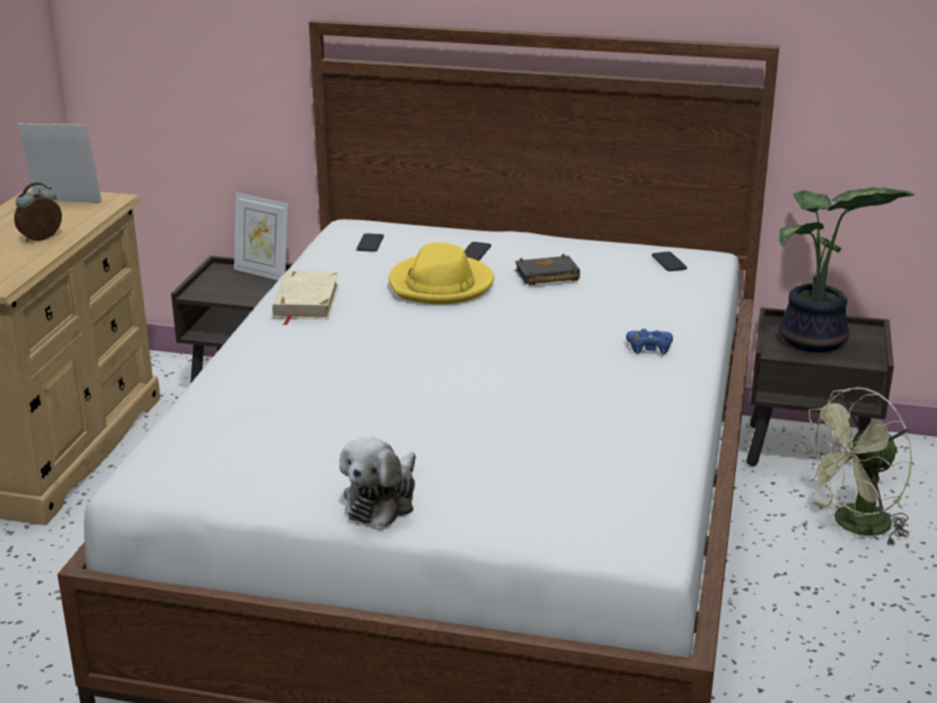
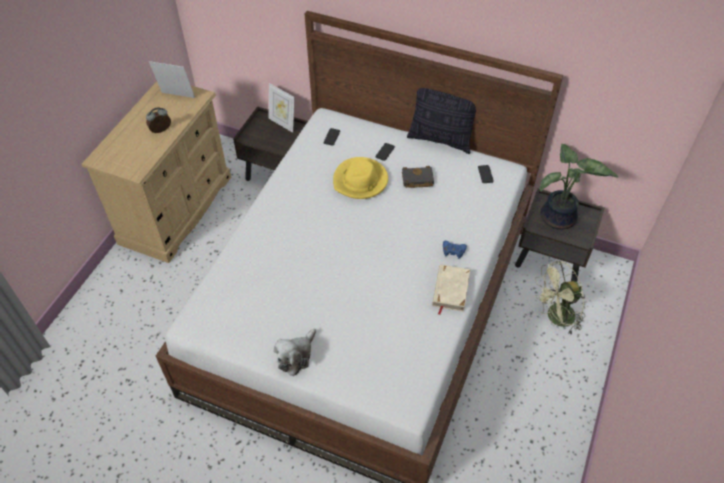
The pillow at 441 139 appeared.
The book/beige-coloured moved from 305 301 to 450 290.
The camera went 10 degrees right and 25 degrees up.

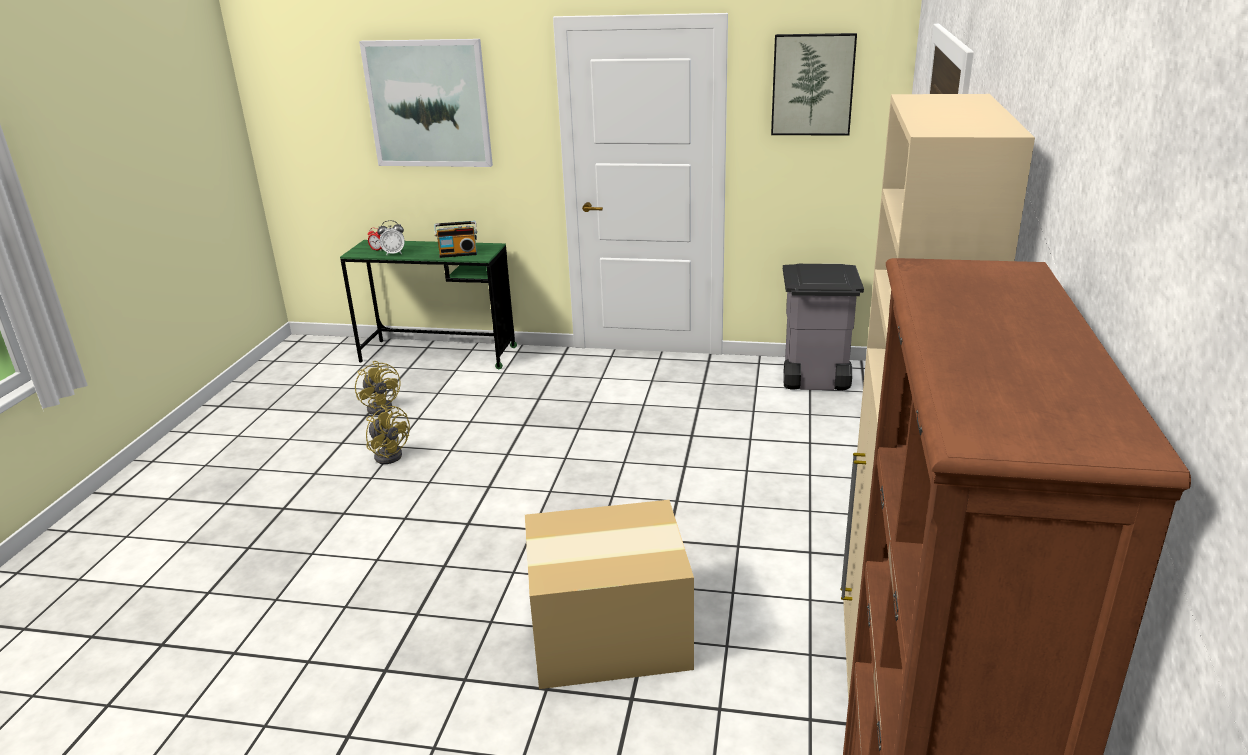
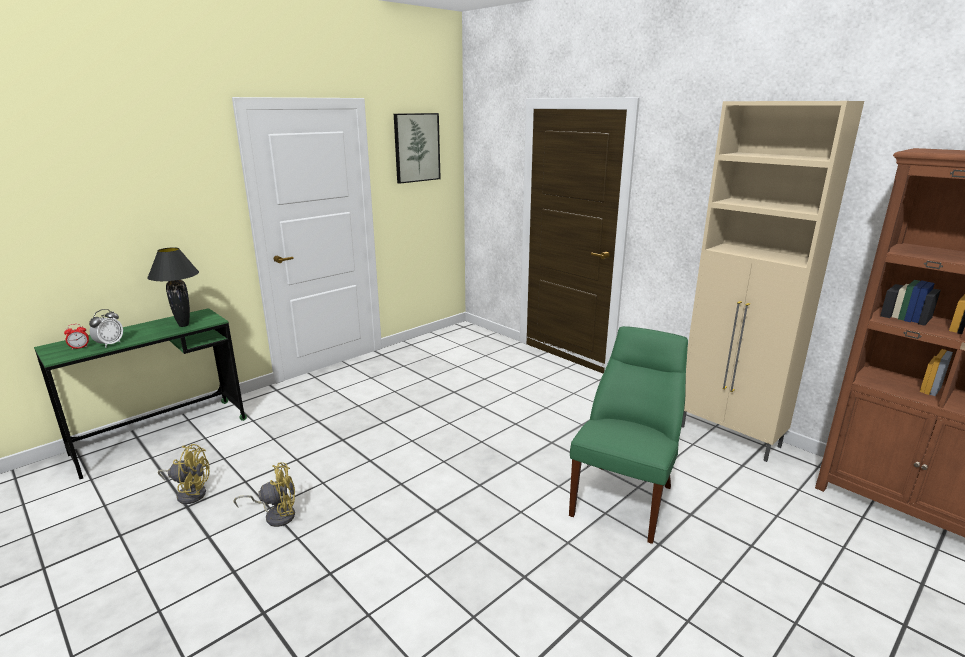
The radio set at 458 254 was replaced by the table lamp/black-coloured at 184 325.
The carton at 611 634 was replaced by the upright chair/green-coloured at 624 497.
The picture at 428 104 disappeared.
The waste bin/grey at 813 380 disappeared.
The camera went 55 degrees left and 5 degrees down.

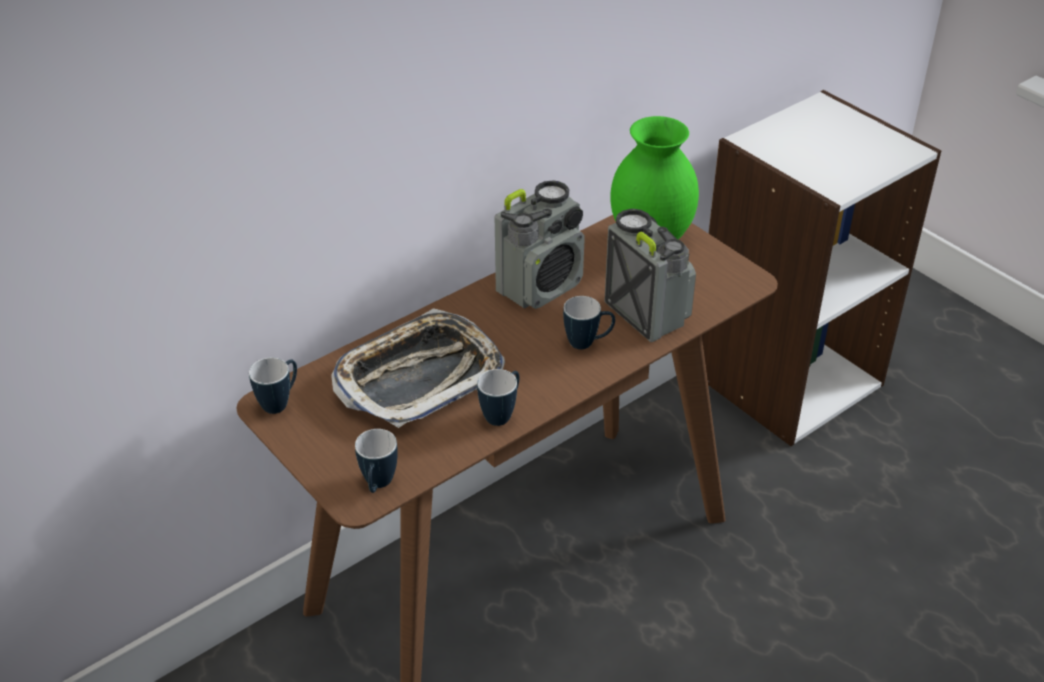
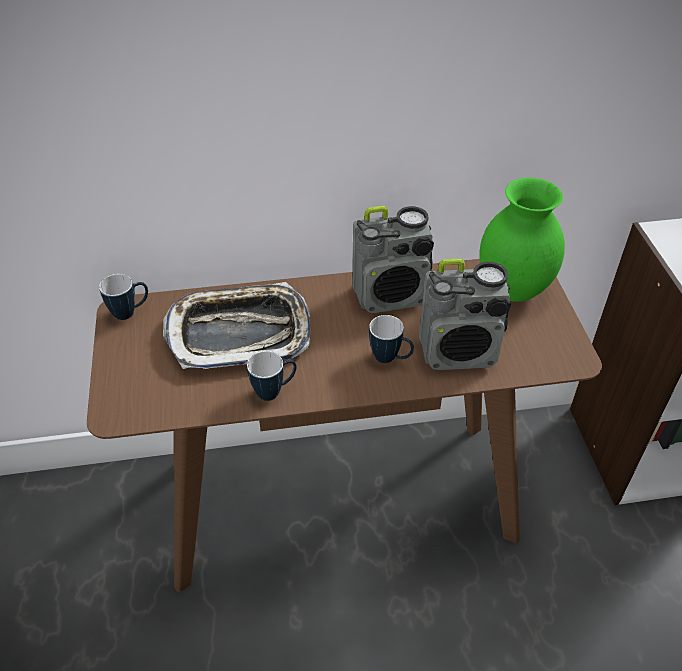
The radio set at 646 313 turned 90 degrees clockwise.
The mug at 378 486 disappeared.
The camera went 30 degrees right and 5 degrees up.

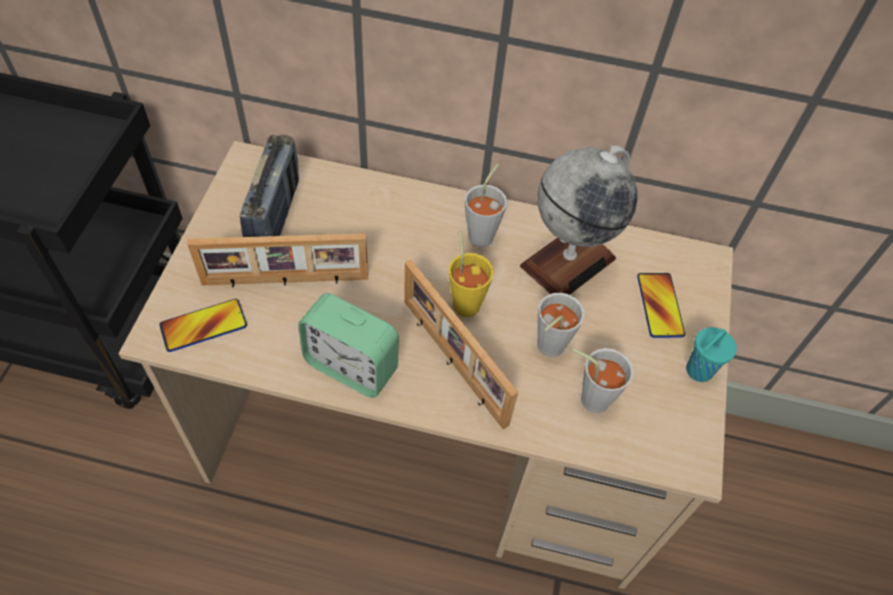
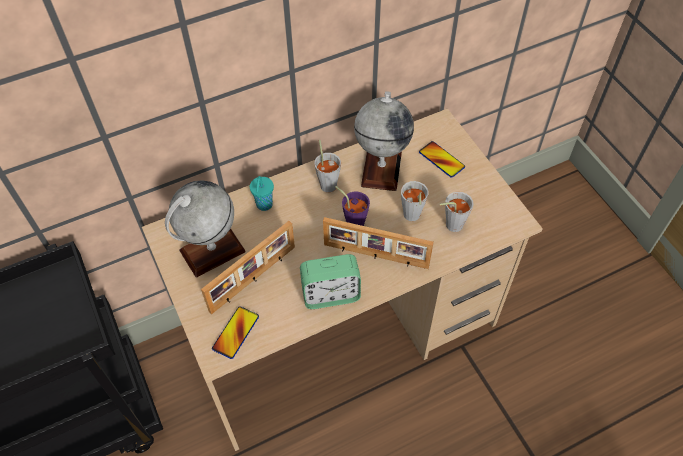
The radio set at 275 217 was replaced by the world globe at 212 251.
The cup/turquoise moved from 697 371 to 264 205.
The cup/yellow-coloured at 465 300 became the cup/purple-coloured at 352 222.
The camera went 35 degrees left and 0 degrees up.

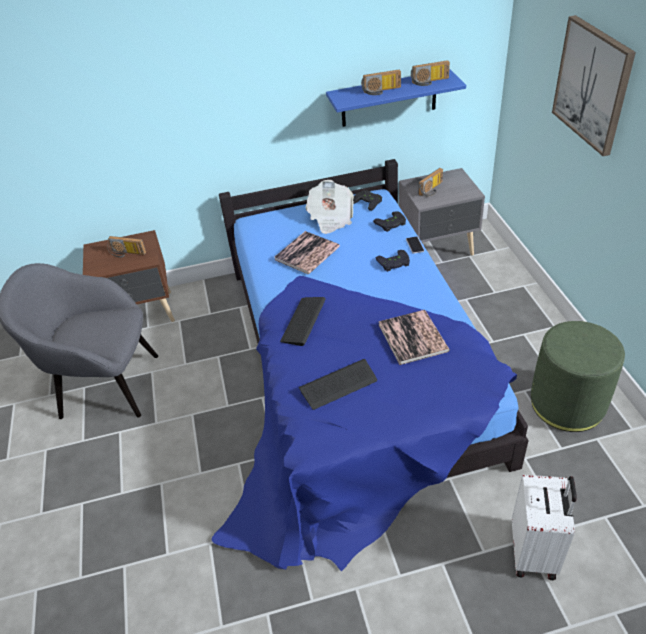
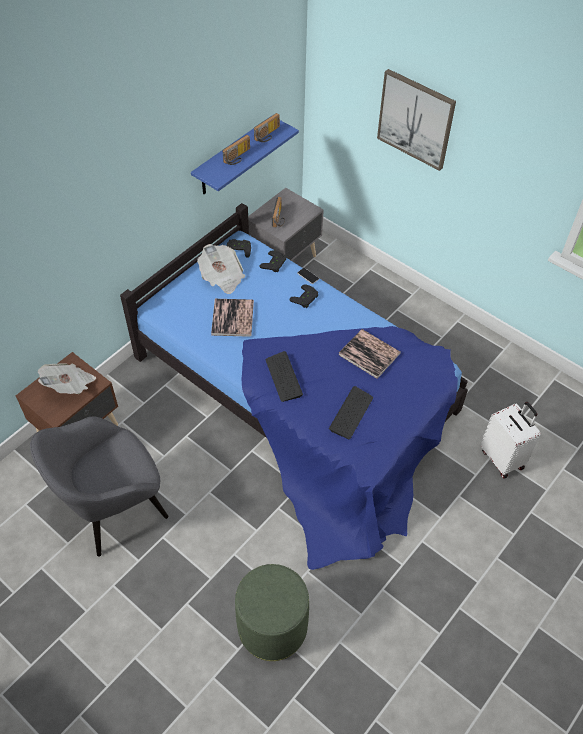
The radio set at 126 254 was replaced by the printed paper at 70 386.
The ottoman/green-coloured moved from 567 403 to 272 627.
The camera went 40 degrees left and 10 degrees up.

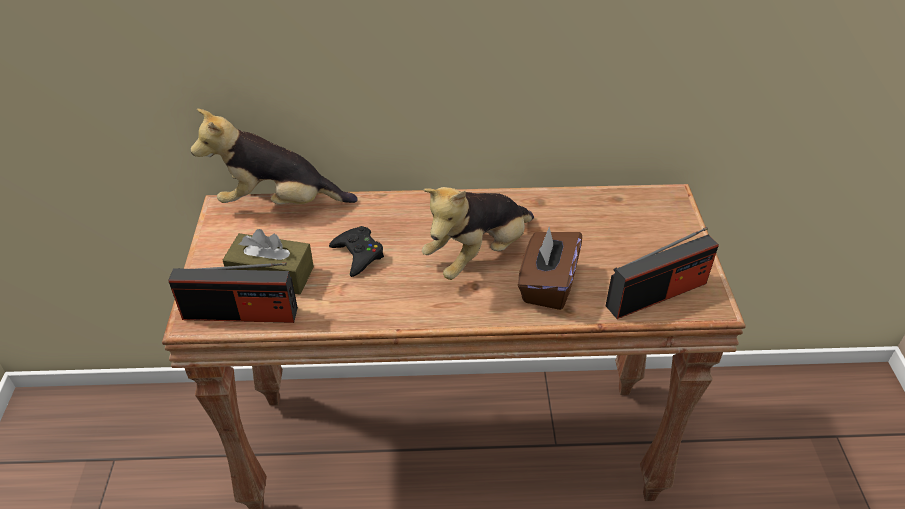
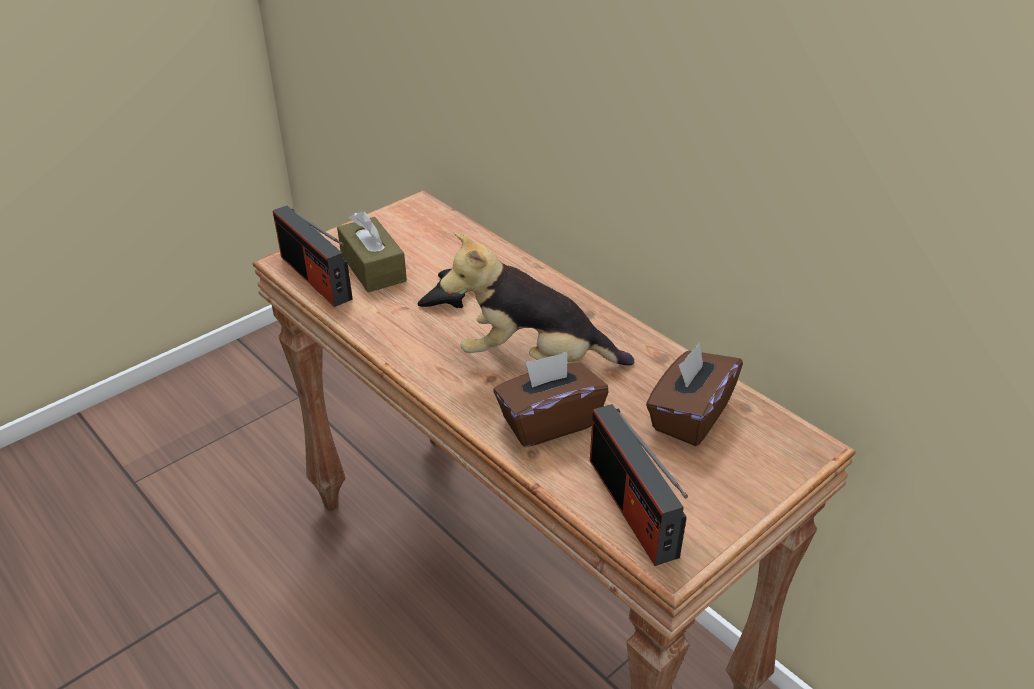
The radio set at 657 294 turned 45 degrees clockwise.
The tissue box/brown at 689 416 appeared.
The soft toy at 279 203 disappeared.
The camera went 50 degrees right and 5 degrees down.

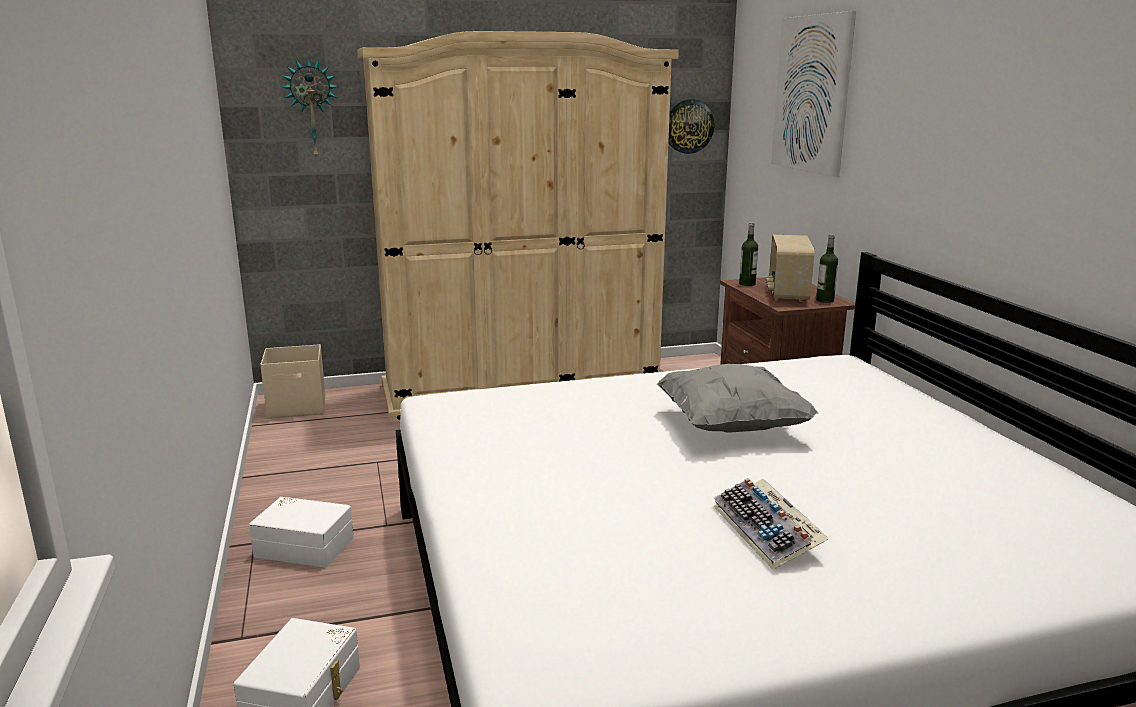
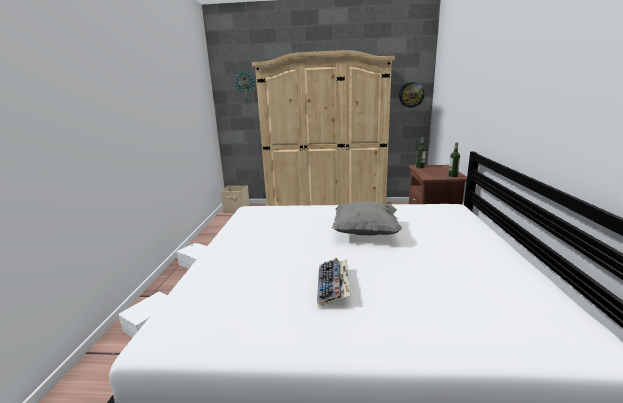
The radio set at 786 294 disappeared.
The picture at 811 94 disappeared.
The camera went 20 degrees right and 0 degrees up.

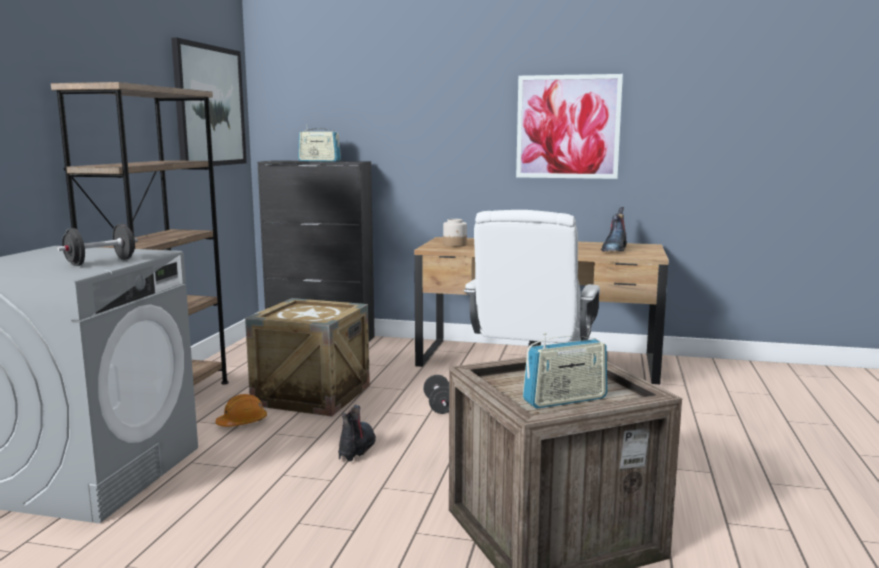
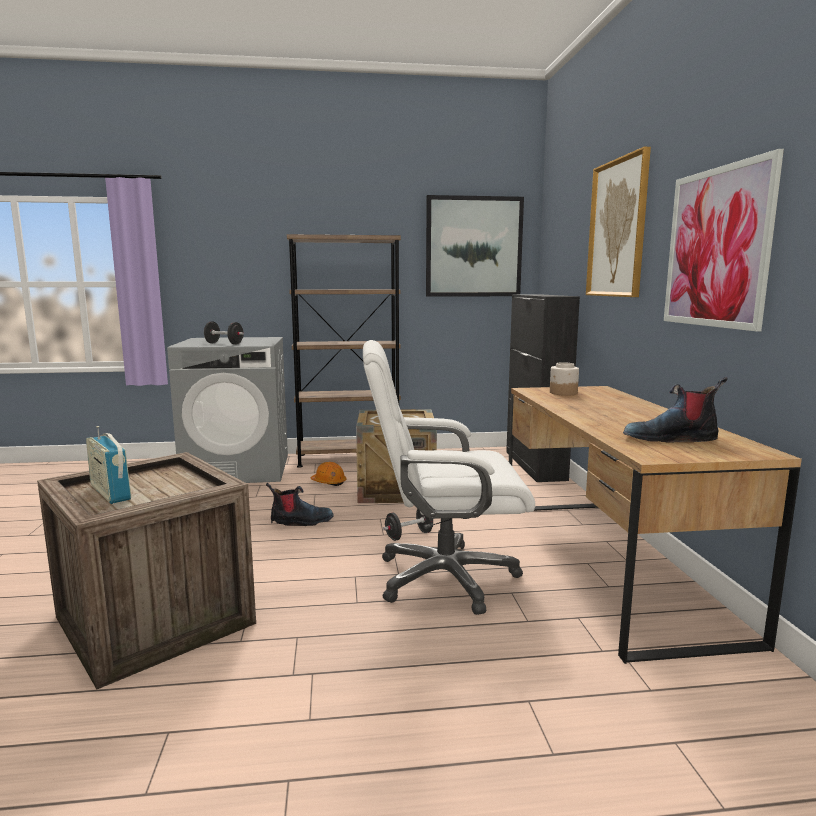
The picture at 617 229 appeared.
The radio set at 319 161 disappeared.
The camera went 70 degrees right and 0 degrees up.

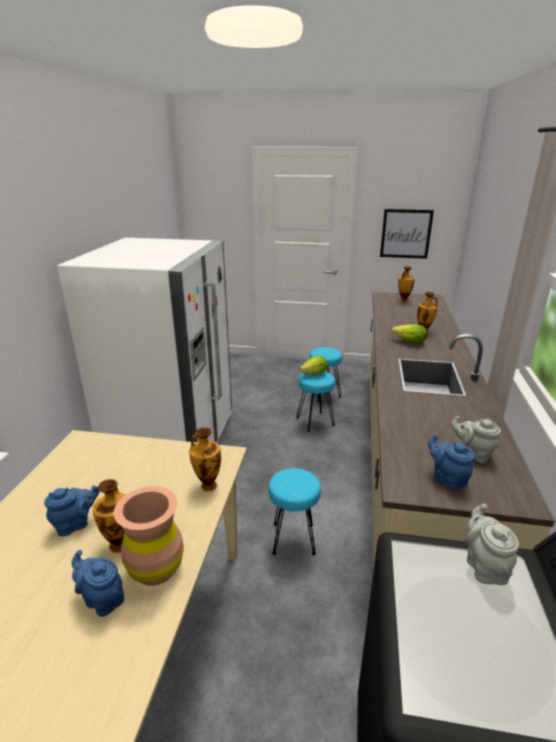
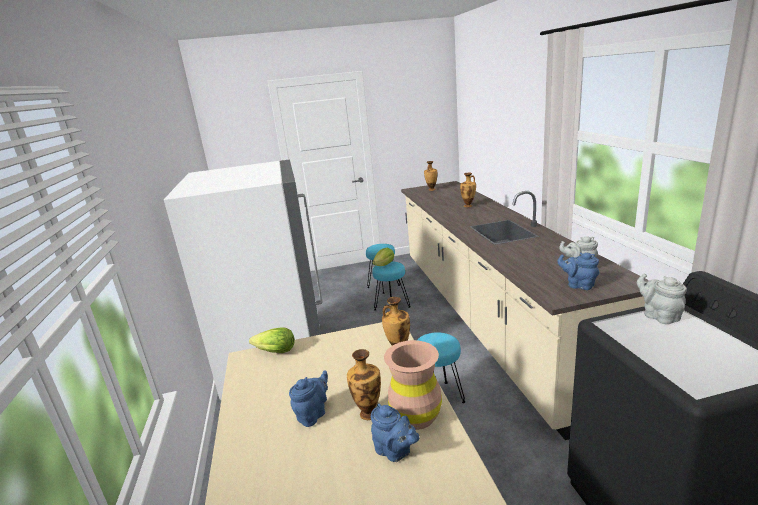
The lettuce head moved from 409 342 to 275 351.
The teapot/blue-coloured at 102 599 turned 150 degrees counterclockwise.
The picture at 406 233 disappeared.
The camera went 20 degrees left and 5 degrees down.

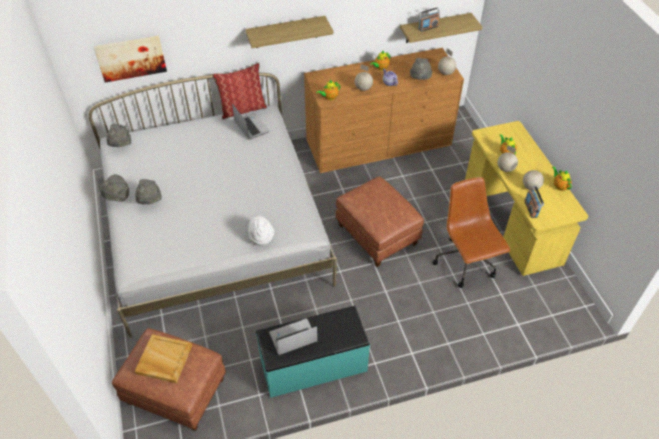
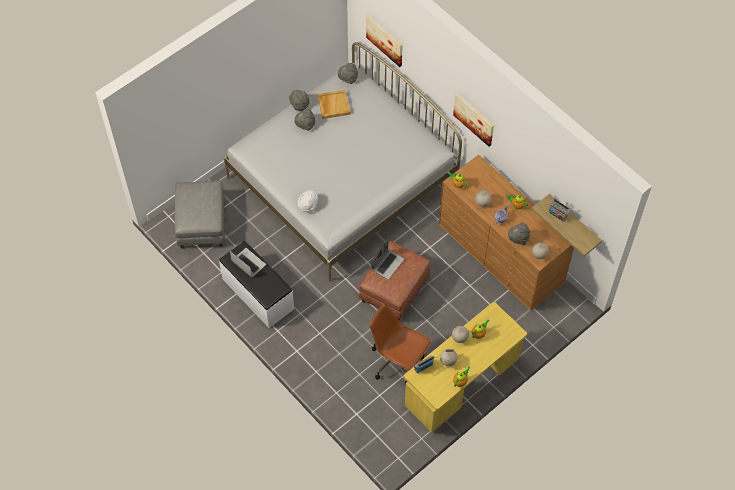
The ottoman/brown at 174 391 became the ottoman/grey at 201 224.
The indoor bench/turquoise at 313 365 became the indoor bench/white at 257 294.
The tray/beige-coloured moved from 164 360 to 333 105.
The desk chair/brown at 466 263 turned 105 degrees counterclockwise.
The laptop moved from 250 127 to 387 264.
The bracket shelf at 286 32 was replaced by the picture at 474 119.
The pillow at 242 109 disappeared.
The camera went 65 degrees right and 10 degrees up.

